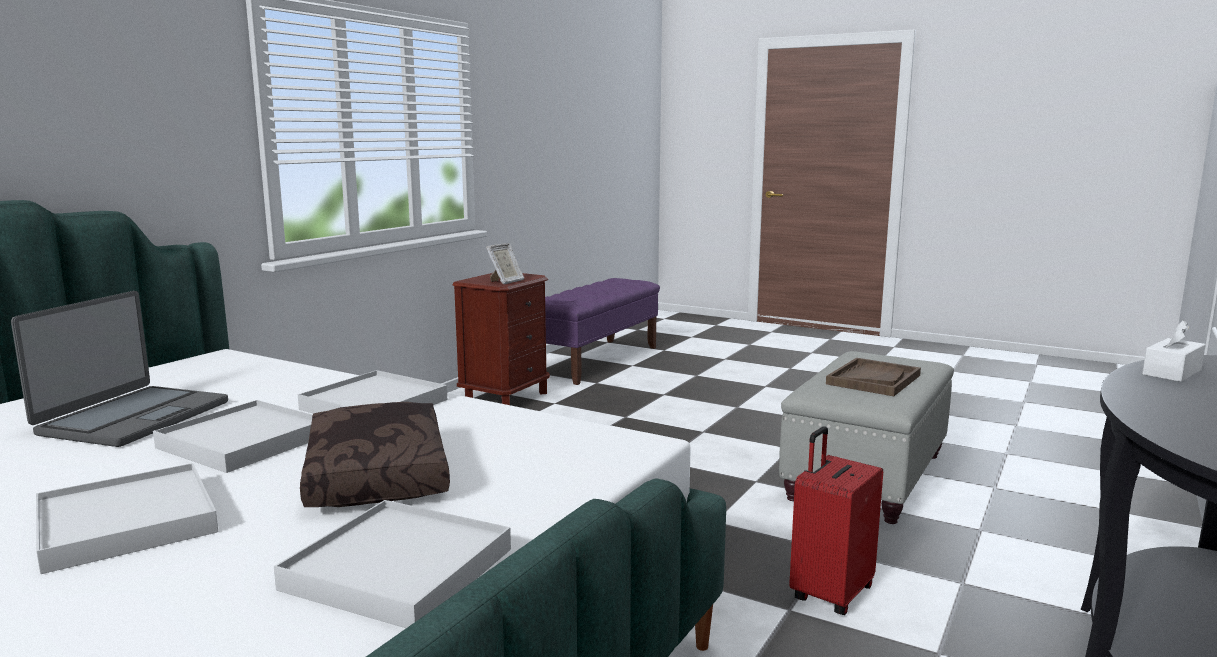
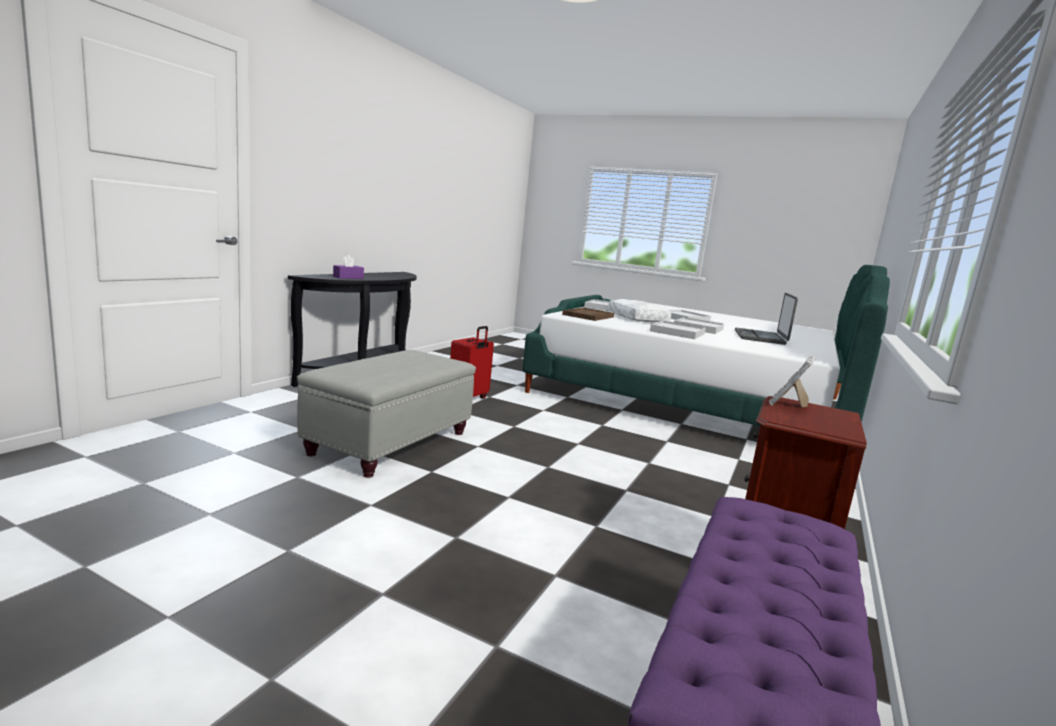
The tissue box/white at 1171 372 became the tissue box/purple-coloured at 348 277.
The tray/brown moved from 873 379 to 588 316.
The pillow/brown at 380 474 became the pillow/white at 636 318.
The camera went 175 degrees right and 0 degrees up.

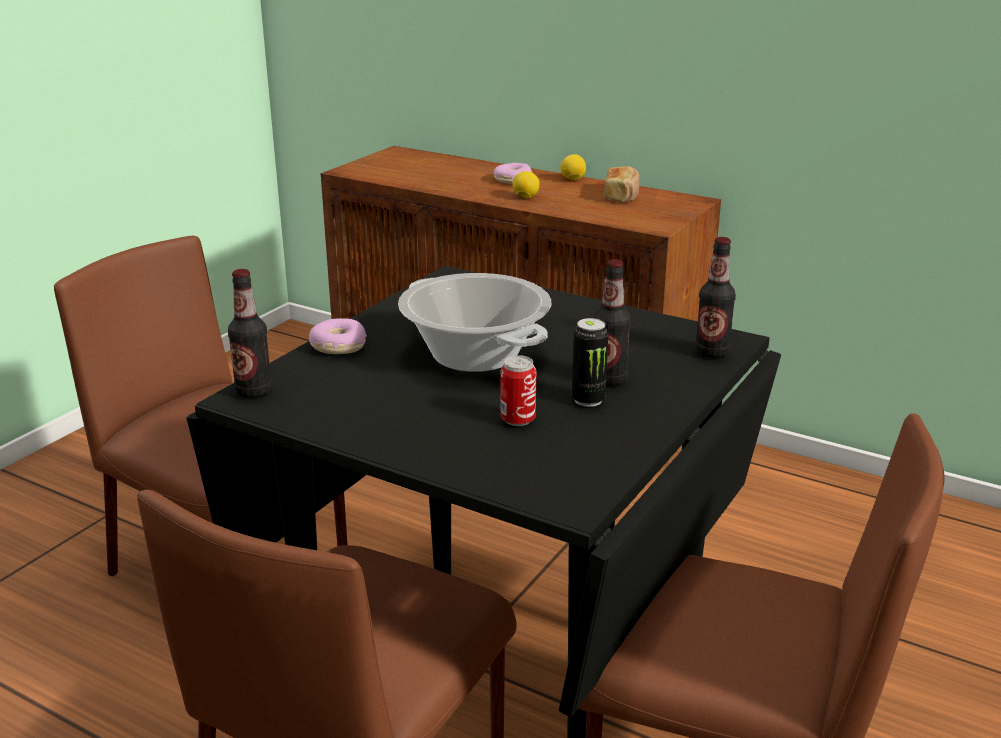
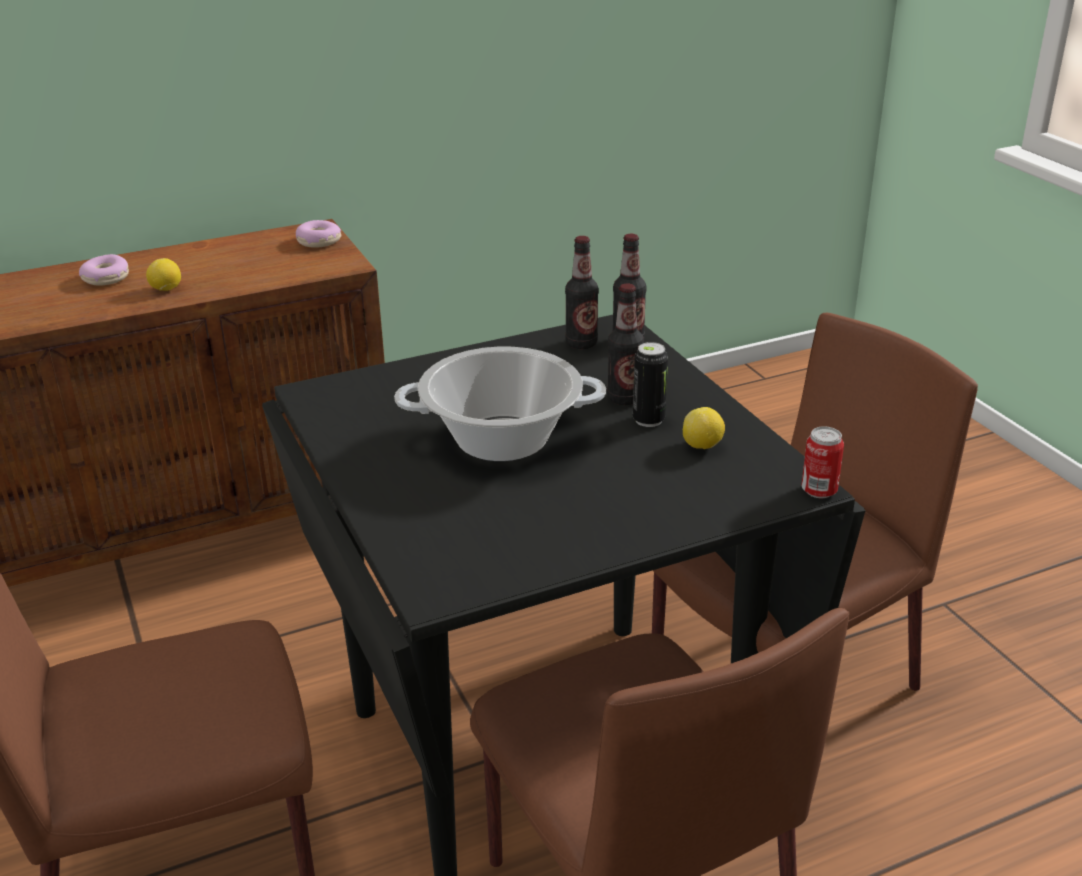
The donut moved from 338 346 to 318 242.
The bottle moved from 254 391 to 581 343.
The whole lemon moved from 572 180 to 702 446.
The sealed can moved from 518 420 to 819 491.
The baked bread at 622 195 disappeared.
The camera went 55 degrees left and 5 degrees up.

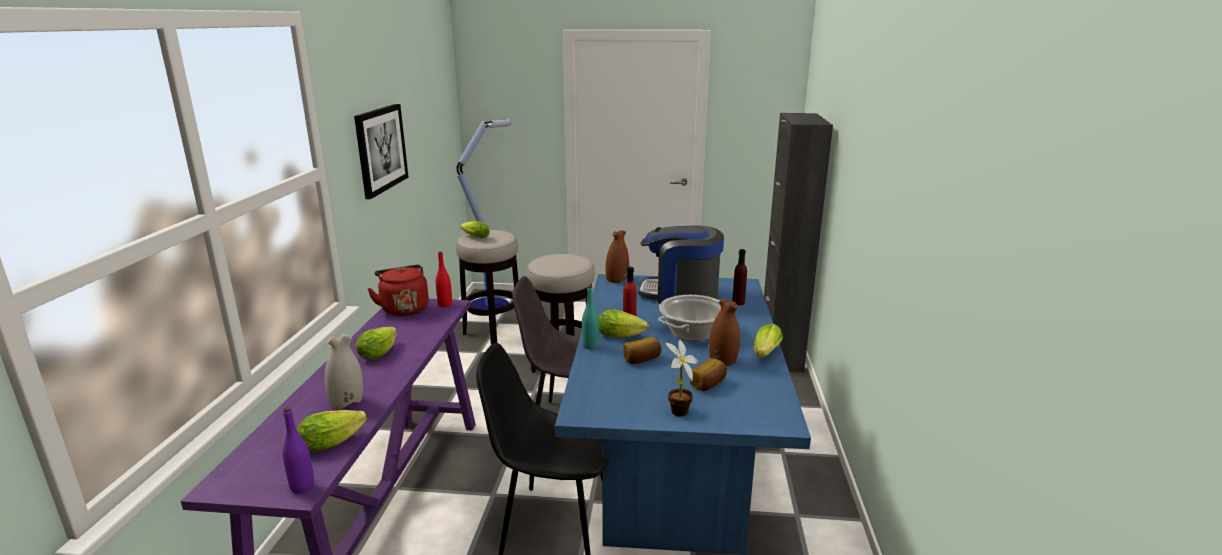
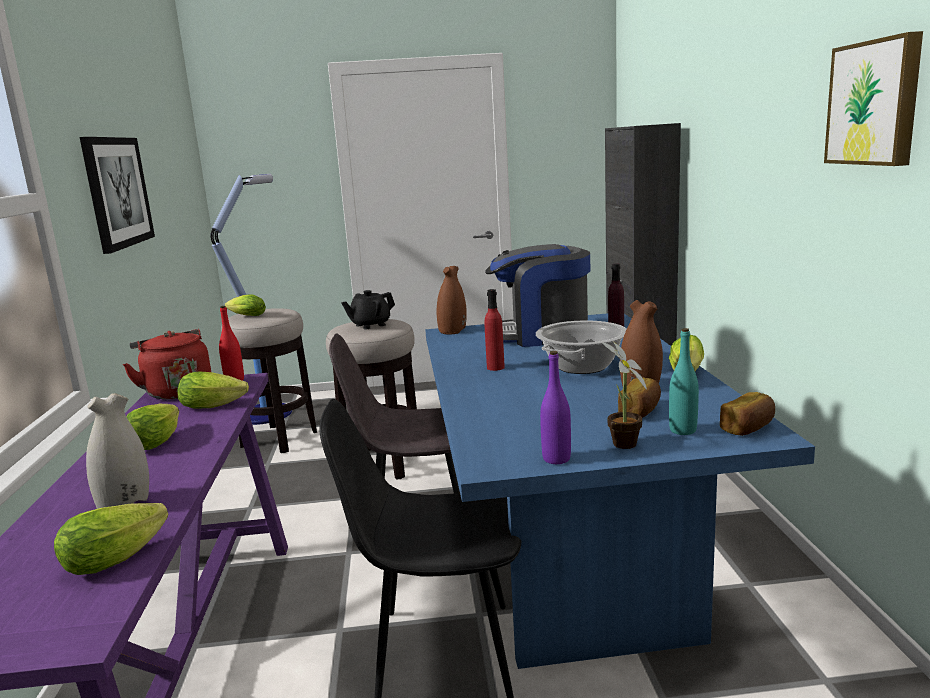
The lettuce head moved from 623 335 to 216 405.
The teapot/black-coloured at 370 325 appeared.
The bottle/purple-coloured moved from 302 487 to 556 459.
The bottle/turquoise moved from 590 346 to 682 430.
The baked bread moved from 642 359 to 748 428.
The picture at 875 103 appeared.
The camera went 10 degrees left and 5 degrees down.

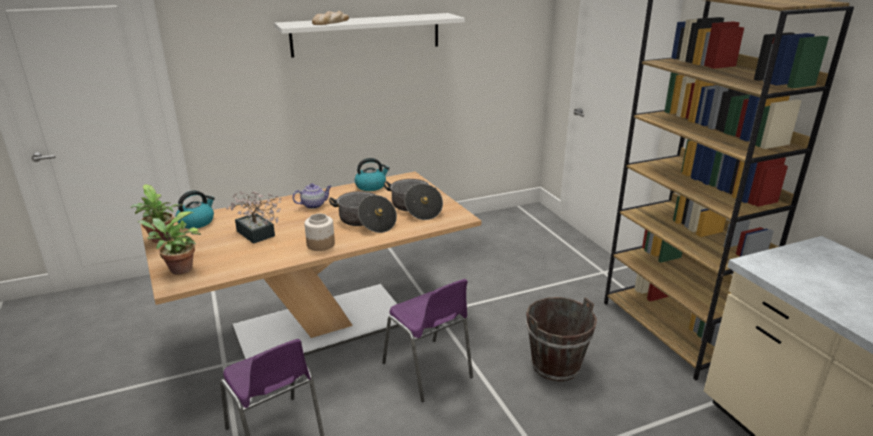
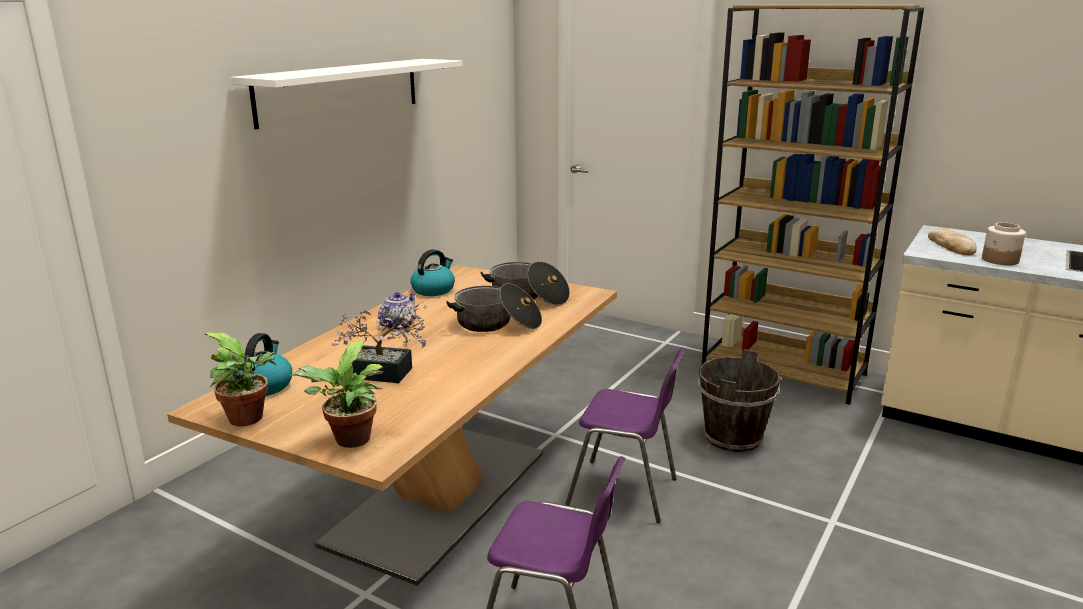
The baked bread moved from 330 22 to 952 246.
The jar moved from 320 244 to 1000 260.
The camera went 35 degrees left and 5 degrees down.

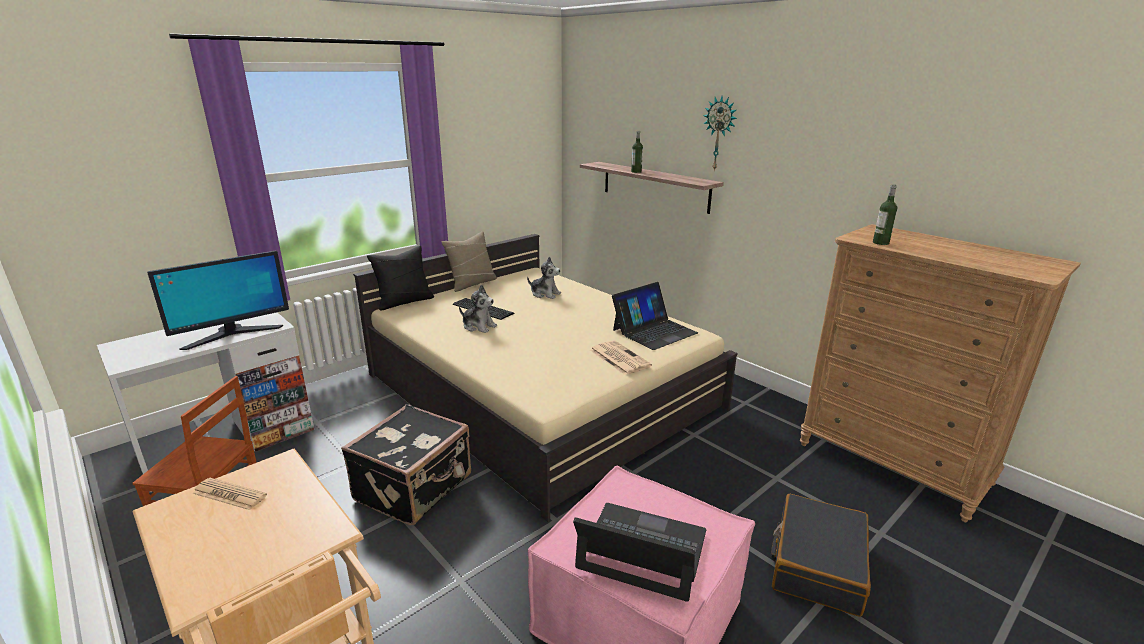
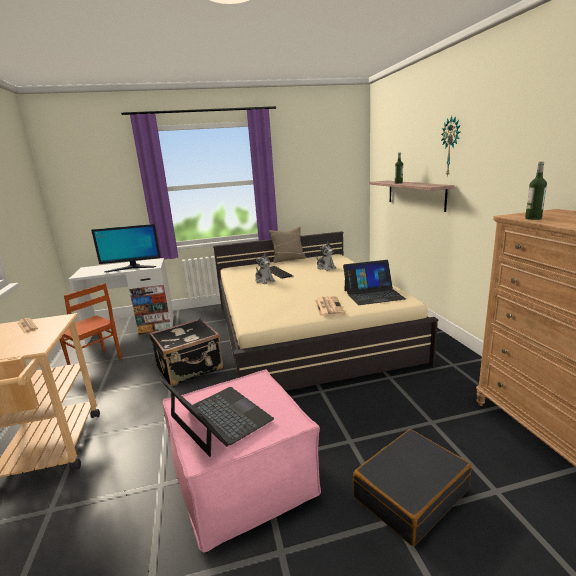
The pillow/black-coloured at 404 301 disappeared.
The camera went 30 degrees right and 5 degrees down.

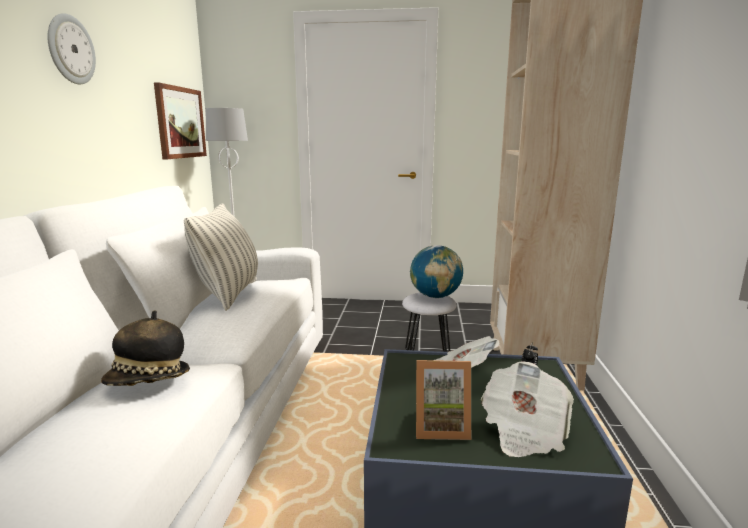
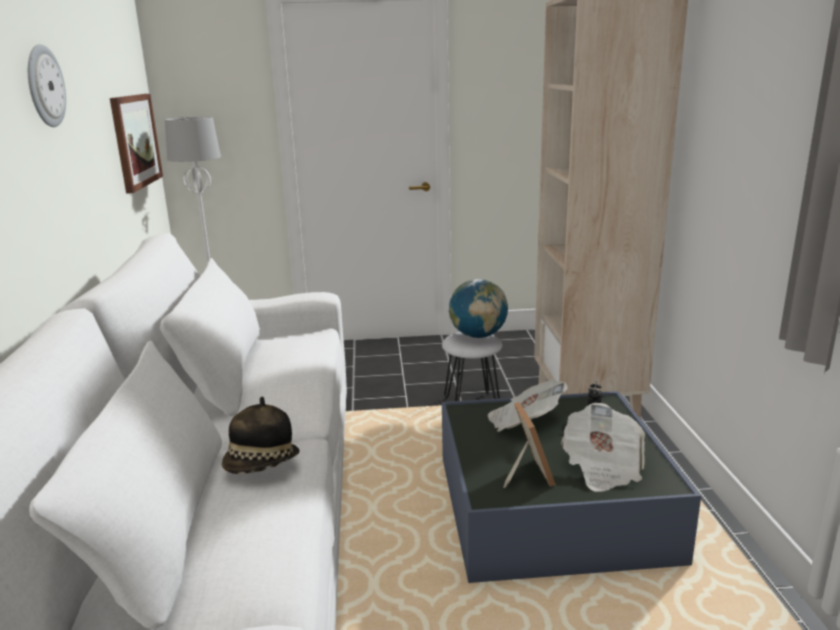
The photo frame at 441 427 turned 90 degrees counterclockwise.
The pillow at 229 294 disappeared.
The camera went 10 degrees left and 5 degrees up.

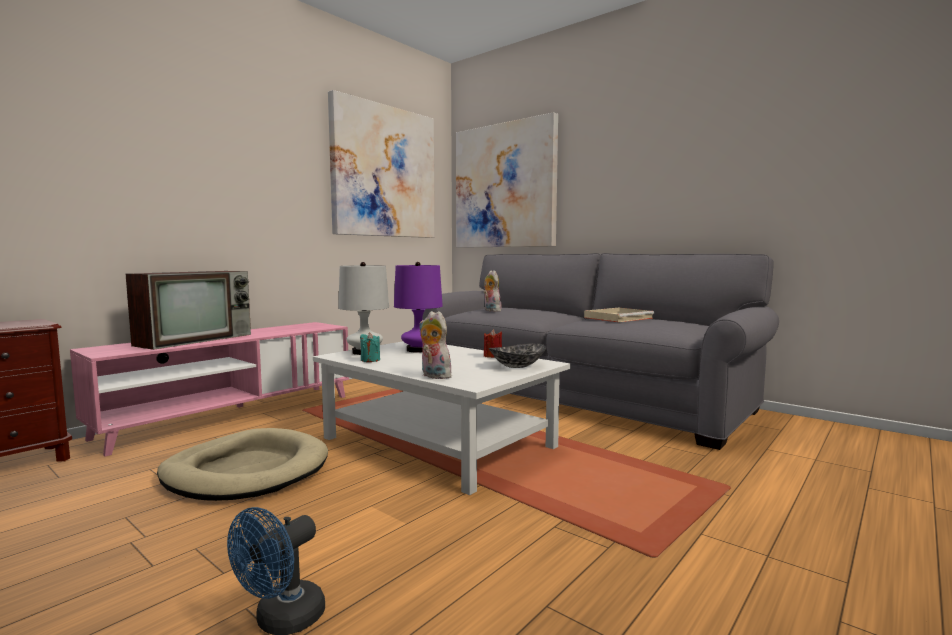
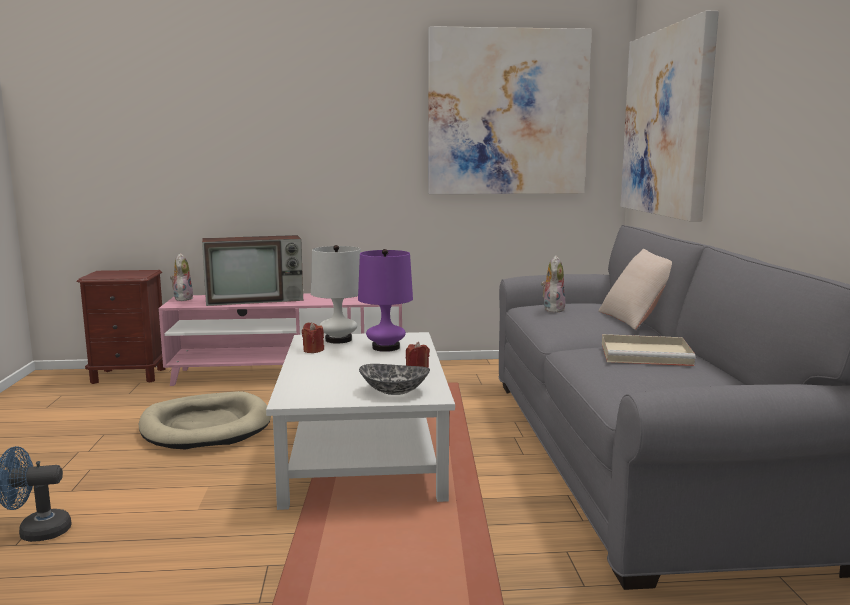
The soft toy moved from 433 376 to 182 298.
The candle/turquoise at 370 360 became the candle/reddish at 313 350.
The pillow/beige-coloured at 637 319 appeared.
The camera went 45 degrees right and 5 degrees up.

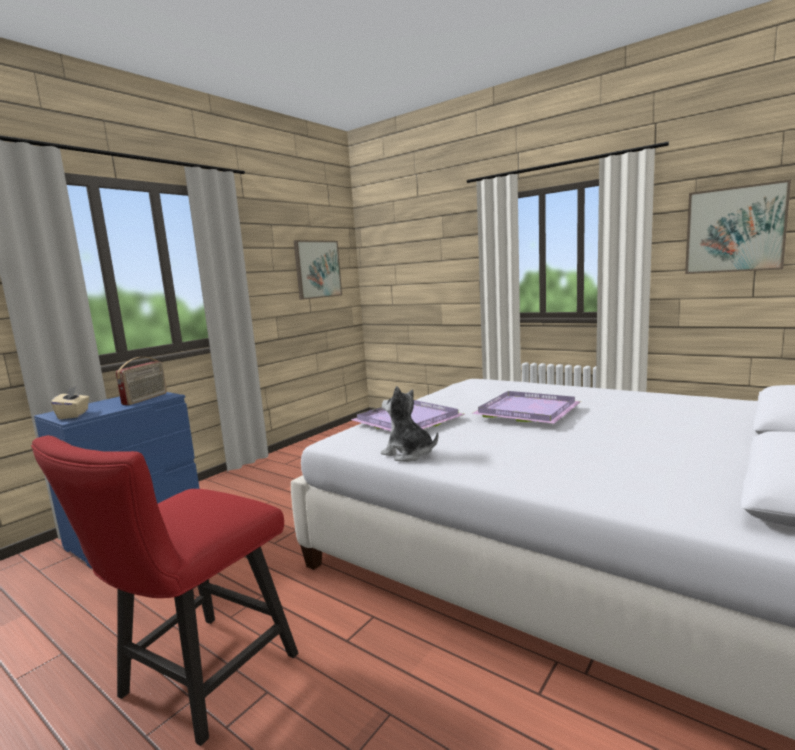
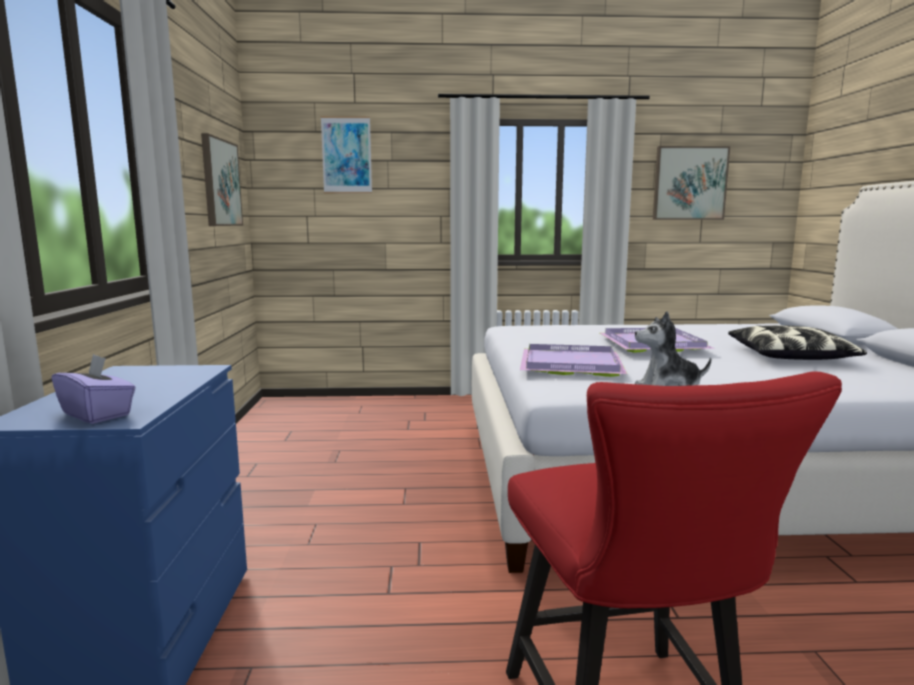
The tissue box/beige-coloured at 74 415 became the tissue box/purple-coloured at 97 414.
The picture at 346 155 appeared.
The pillow at 790 356 appeared.
The radio set at 146 399 disappeared.
The camera went 40 degrees left and 0 degrees up.

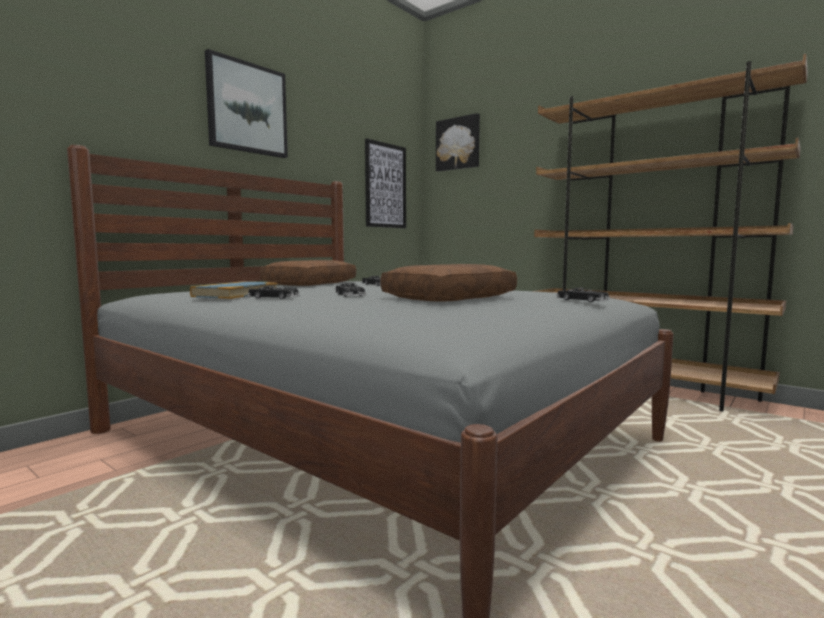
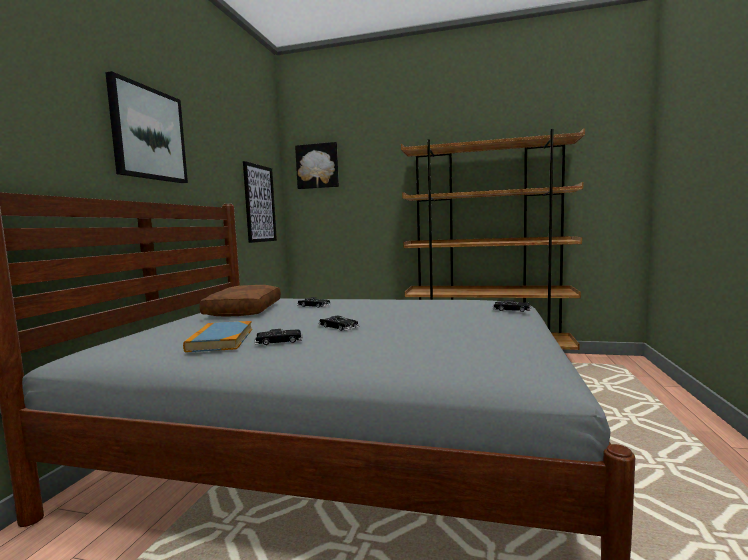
The pillow/brown at 449 298 disappeared.
The camera went 25 degrees left and 0 degrees up.

